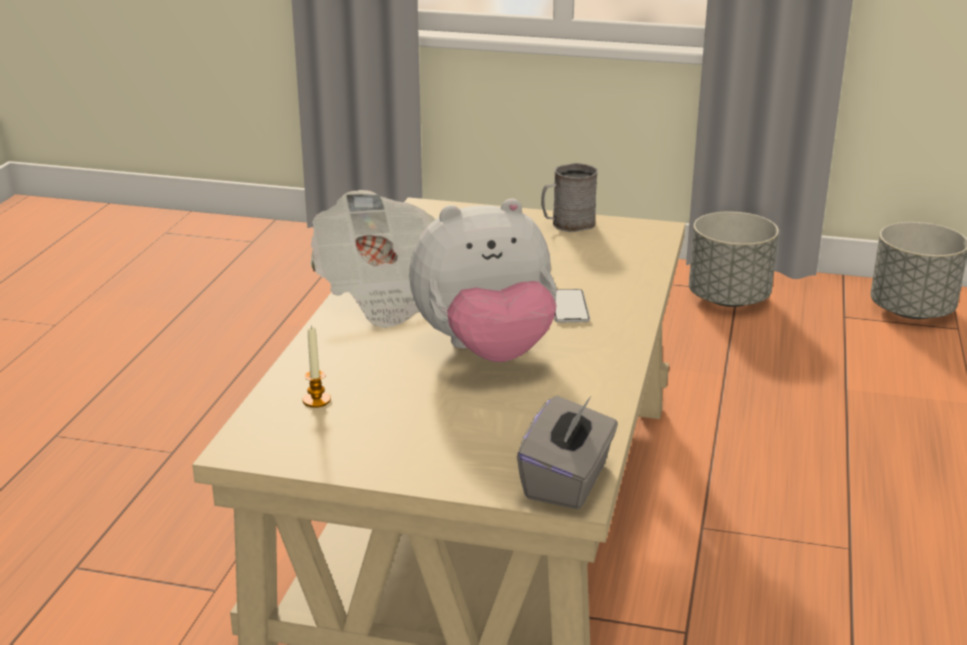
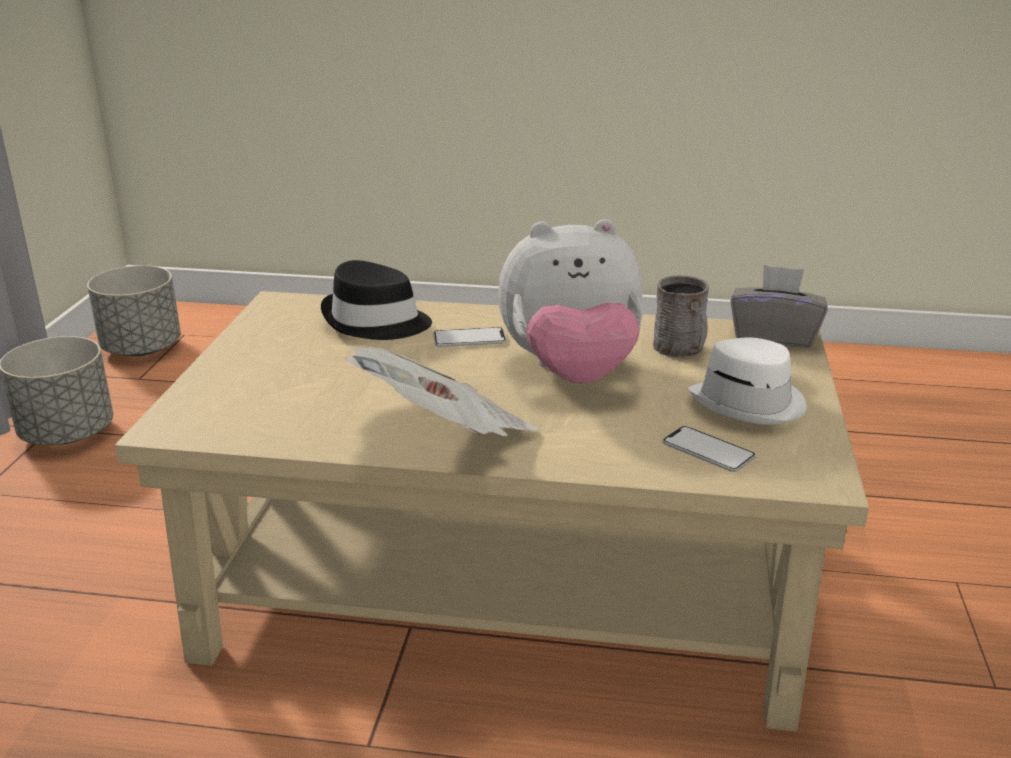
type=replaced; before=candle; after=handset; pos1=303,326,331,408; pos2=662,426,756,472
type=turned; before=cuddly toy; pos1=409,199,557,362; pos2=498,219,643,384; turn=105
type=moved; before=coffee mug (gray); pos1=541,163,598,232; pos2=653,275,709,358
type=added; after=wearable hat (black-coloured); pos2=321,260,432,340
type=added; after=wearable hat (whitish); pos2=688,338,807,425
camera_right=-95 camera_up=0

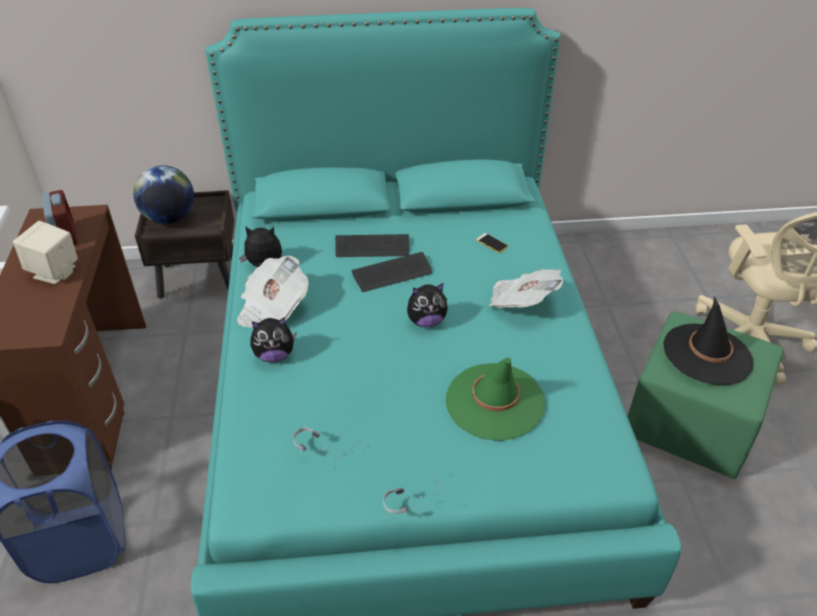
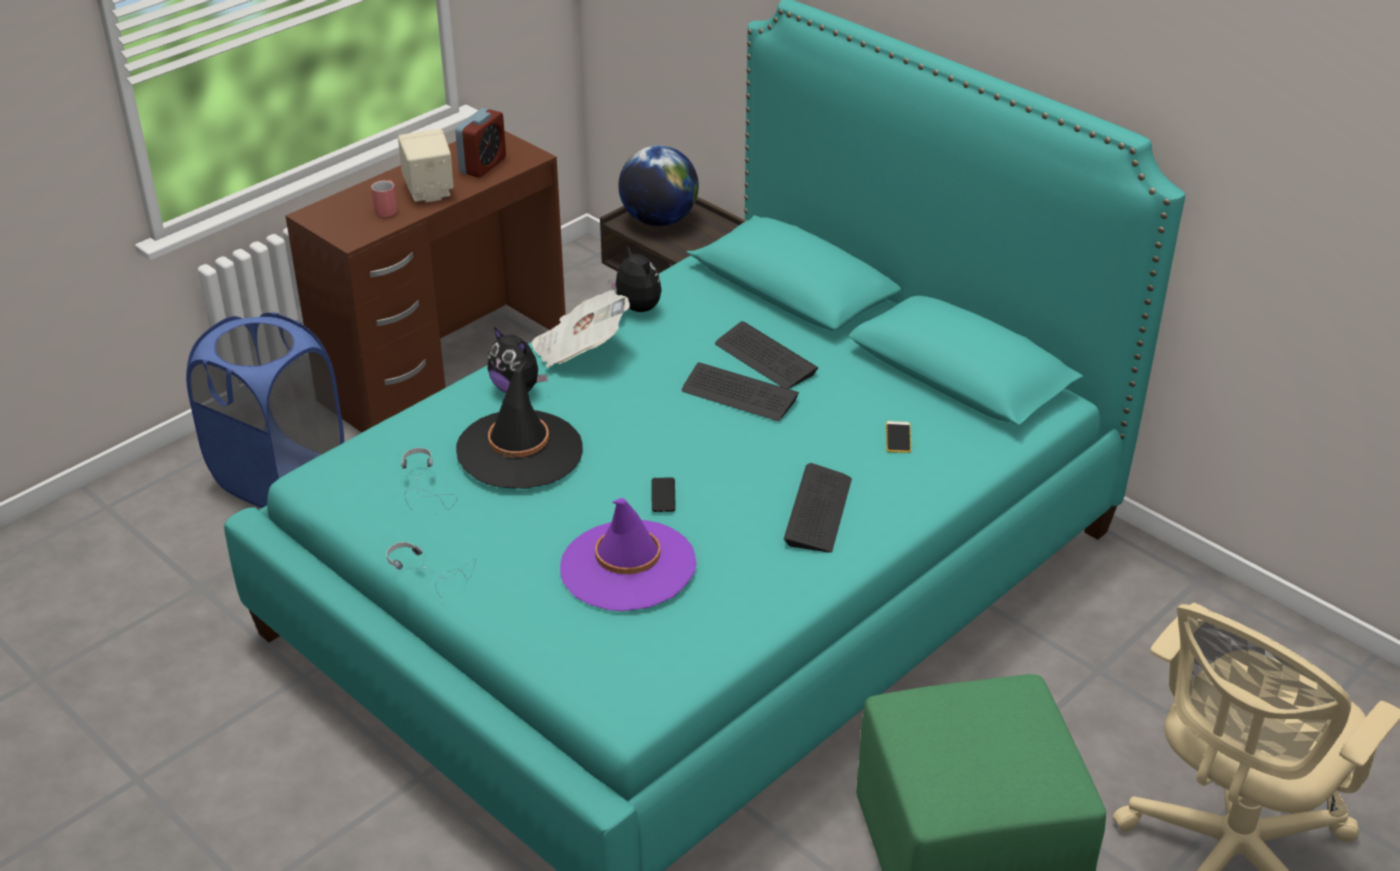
type=removed; before=cuddly toy; pos1=407,283,448,327
type=recoloured; before=wearable hat (green-coloured); after=wearable hat (purple-coloured); pos1=446,357,545,441; pos2=560,498,696,611
type=replaced; before=newspaper; after=computer keyboard; pos1=489,269,563,308; pos2=784,463,852,553
type=moved; before=wearable hat (black-coloured); pos1=663,296,753,385; pos2=456,361,583,489
type=added; after=coffee mug (red-coloured); pos2=371,180,397,217
type=added; after=handset; pos2=651,478,676,512
camera_right=50 camera_up=-5

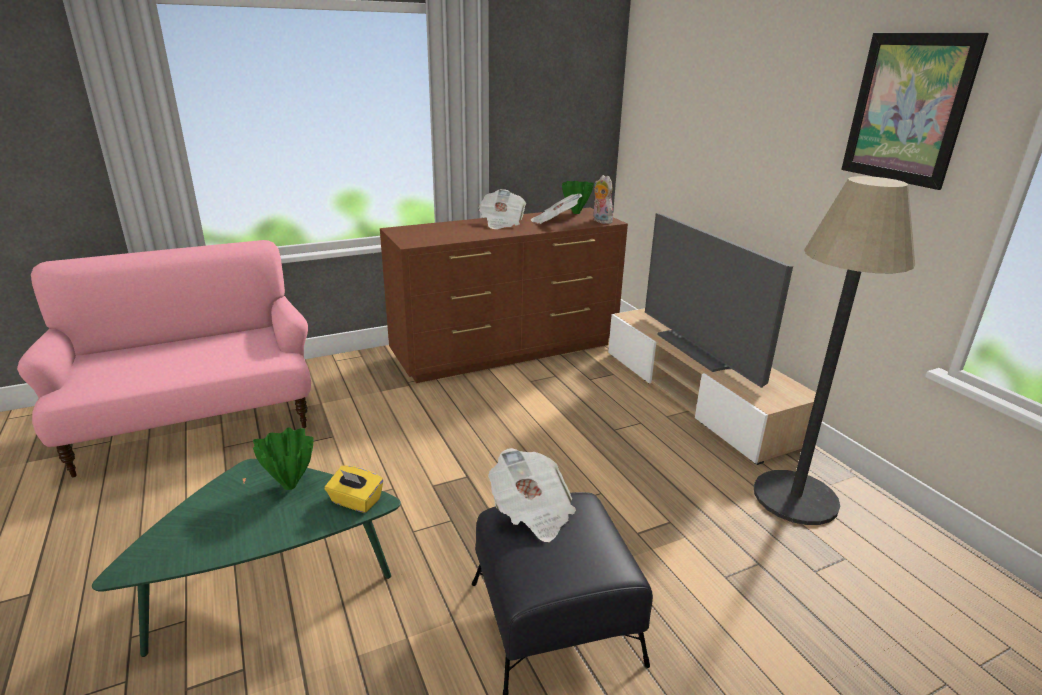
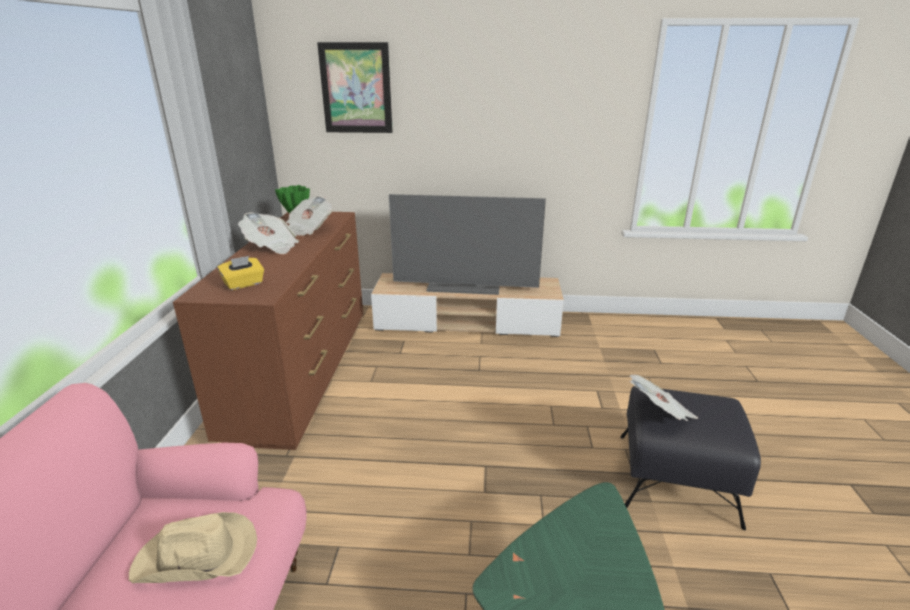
type=removed; before=decorative vase (green-coloured); pos1=253,427,313,490
type=moved; before=tissue box (yellow); pos1=325,465,383,513; pos2=217,256,264,290
type=removed; before=cuddly toy; pos1=594,175,615,224
type=removed; before=standard lamp; pos1=754,176,915,525
type=moved; before=wall picture; pos1=841,33,989,190; pos2=317,42,393,133
type=added; after=wearable hat (beige); pos2=129,512,257,583
camera_right=-60 camera_up=0

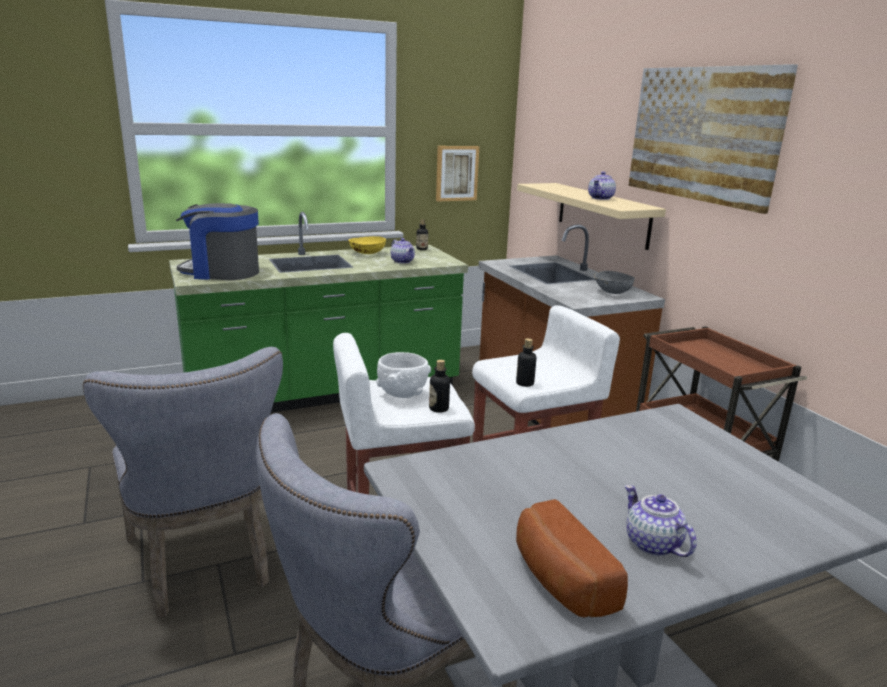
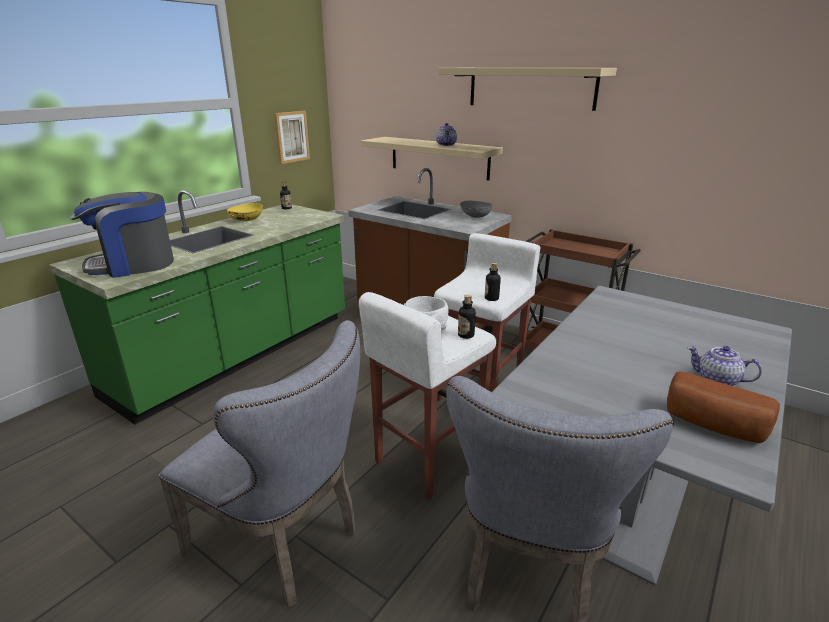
type=removed; before=pot for tea; pos1=390,238,415,264
type=replaced; before=wall picture; after=shelf (beige); pos1=628,64,798,214; pos2=438,68,617,111
camera_right=-30 camera_up=5

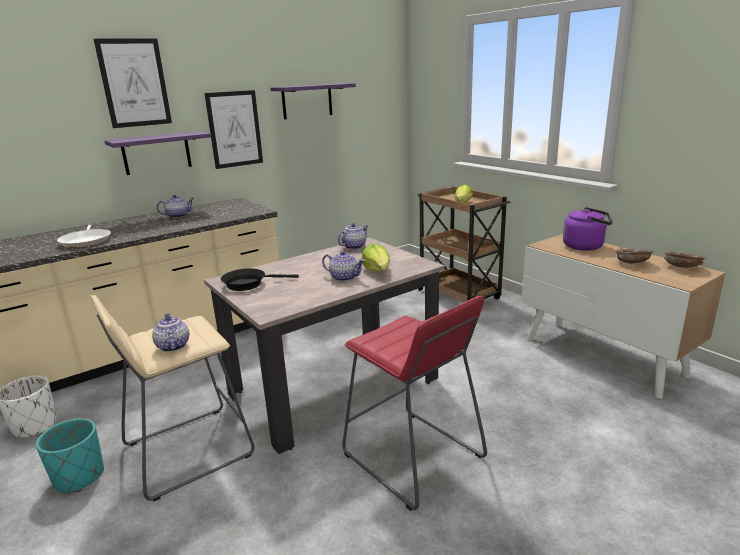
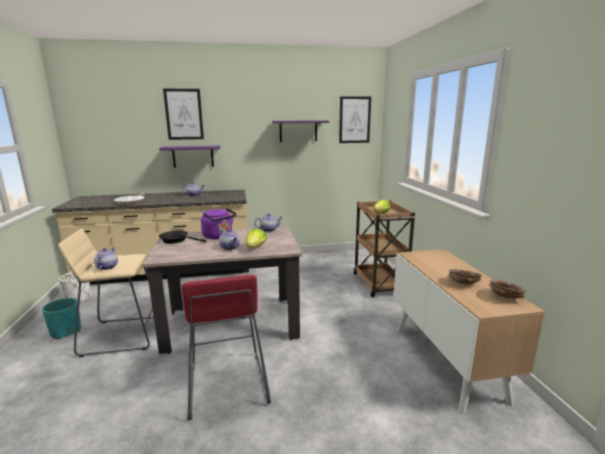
type=moved; before=wall picture; pos1=204,90,263,169; pos2=339,96,371,143
type=moved; before=water kettle (purple-coloured); pos1=563,207,613,250; pos2=201,208,237,239
camera_right=25 camera_up=-5

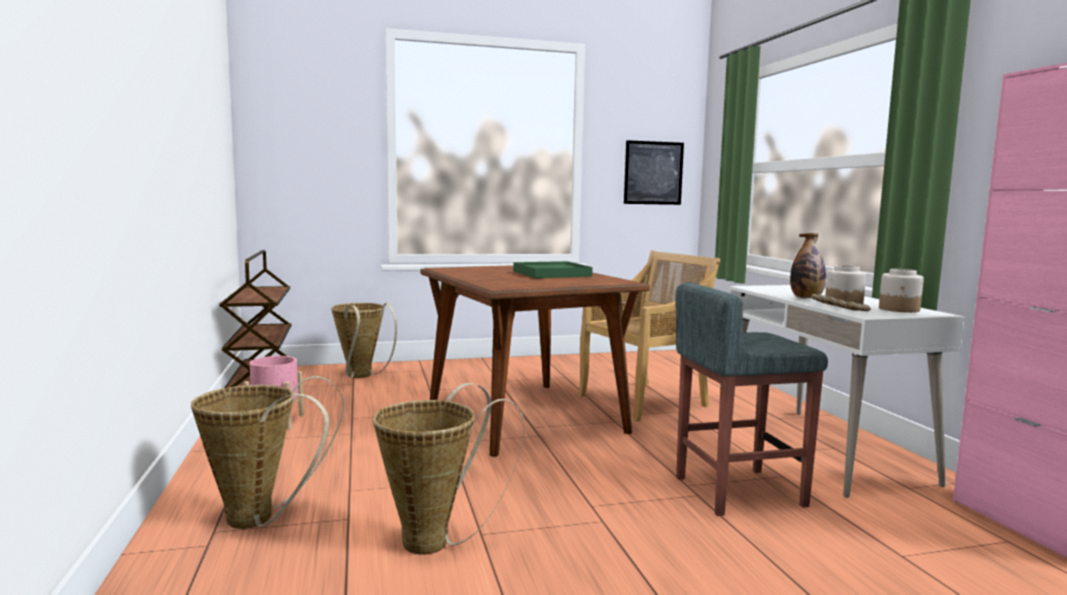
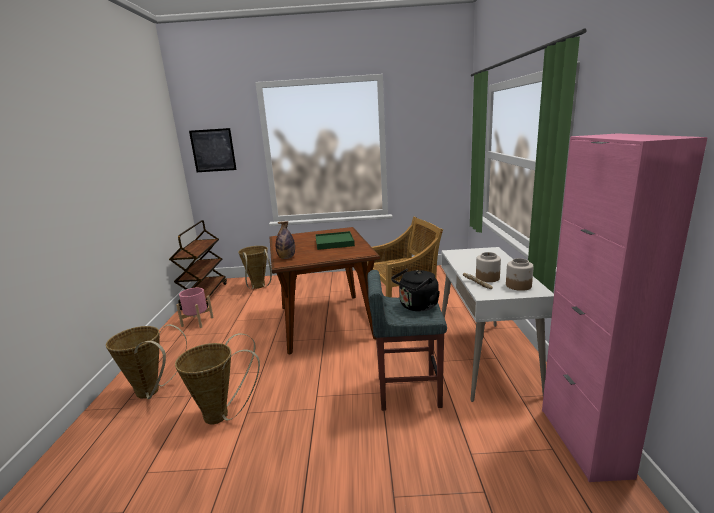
type=moved; before=wall picture; pos1=624,140,684,205; pos2=189,128,237,172
type=moved; before=drink bottle; pos1=790,233,826,298; pos2=276,221,295,259
type=added; after=water kettle (black-coloured); pos2=391,269,440,311
camera_right=15 camera_up=10

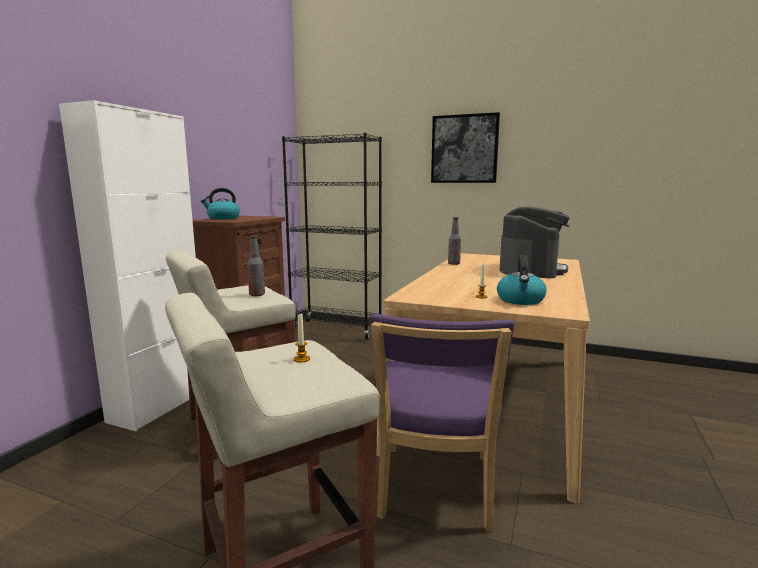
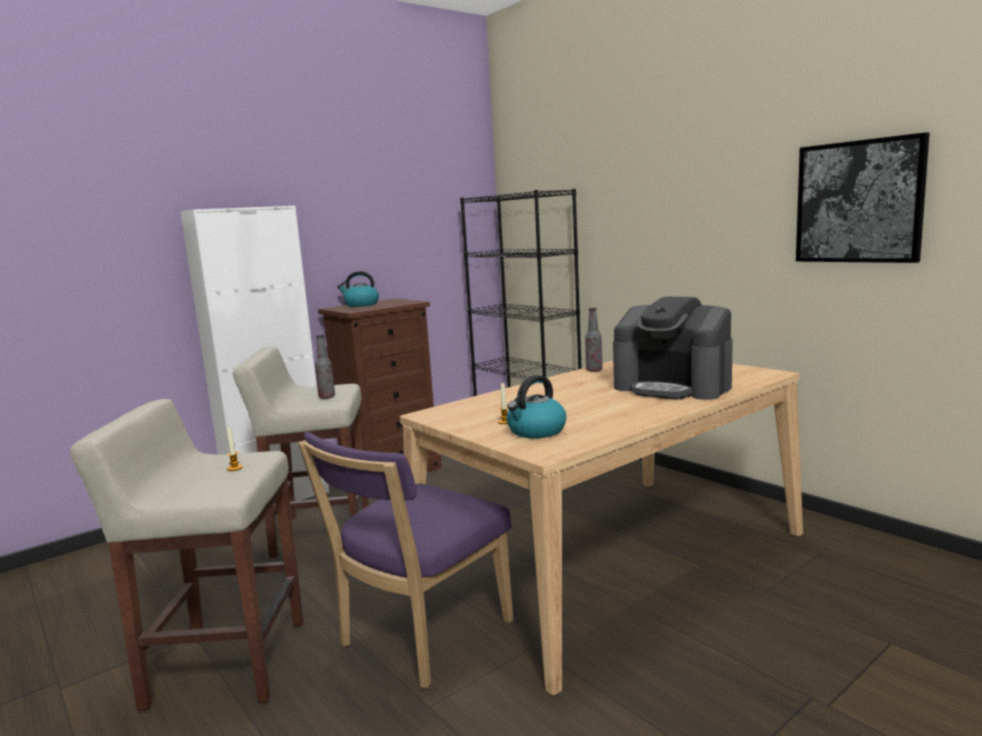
type=moved; before=wall picture; pos1=431,112,500,183; pos2=796,132,930,263
type=turned; before=coffee machine; pos1=500,206,570,278; pos2=613,296,733,400; turn=75
camera_right=30 camera_up=0

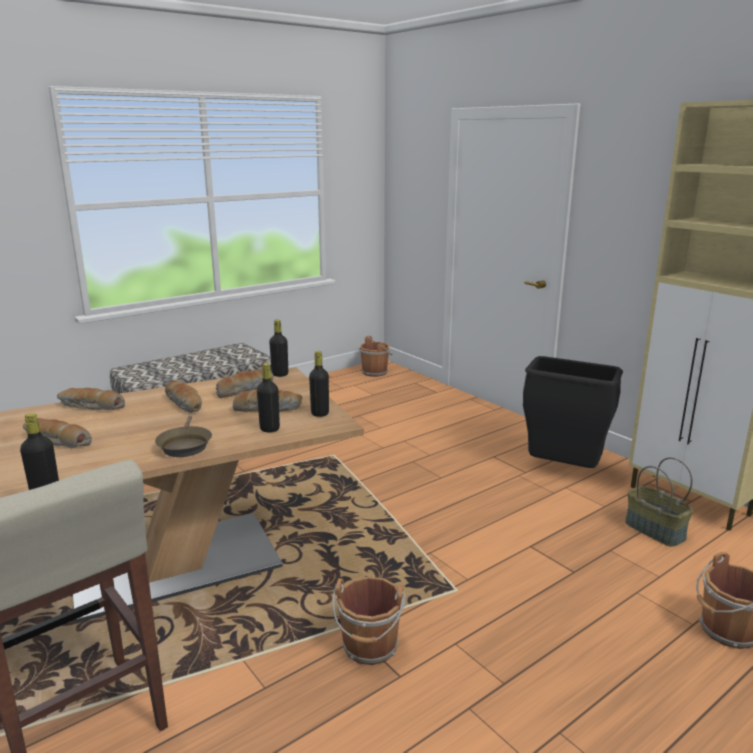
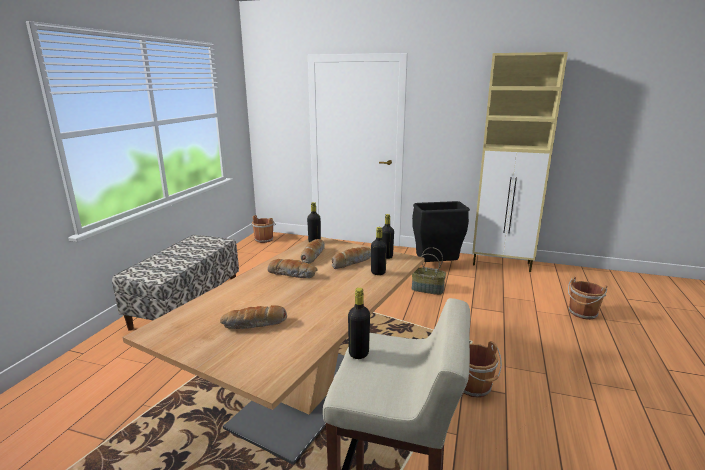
type=removed; before=baked bread; pos1=57,388,125,410
type=removed; before=frying pan (brown); pos1=155,416,212,457
type=moved; before=storage basket; pos1=625,457,693,547; pos2=411,247,446,295
camera_right=-35 camera_up=0

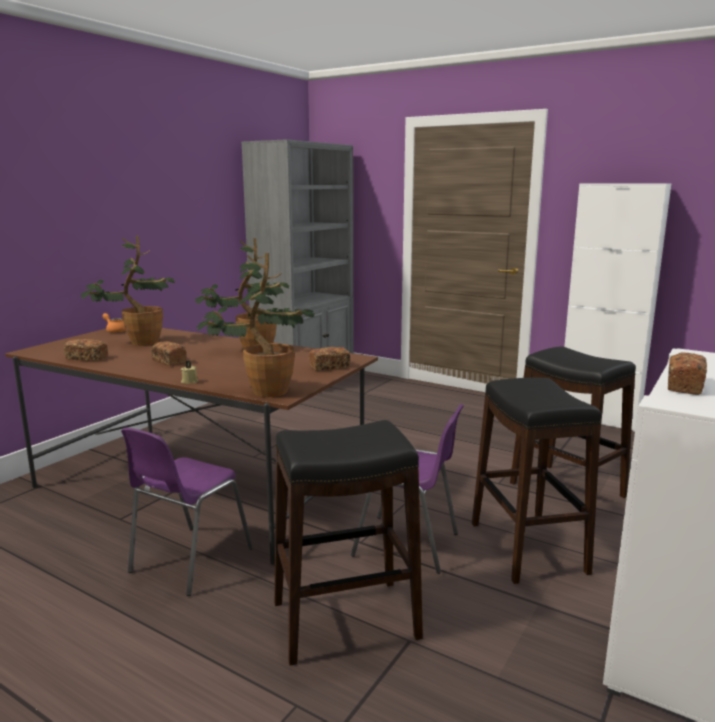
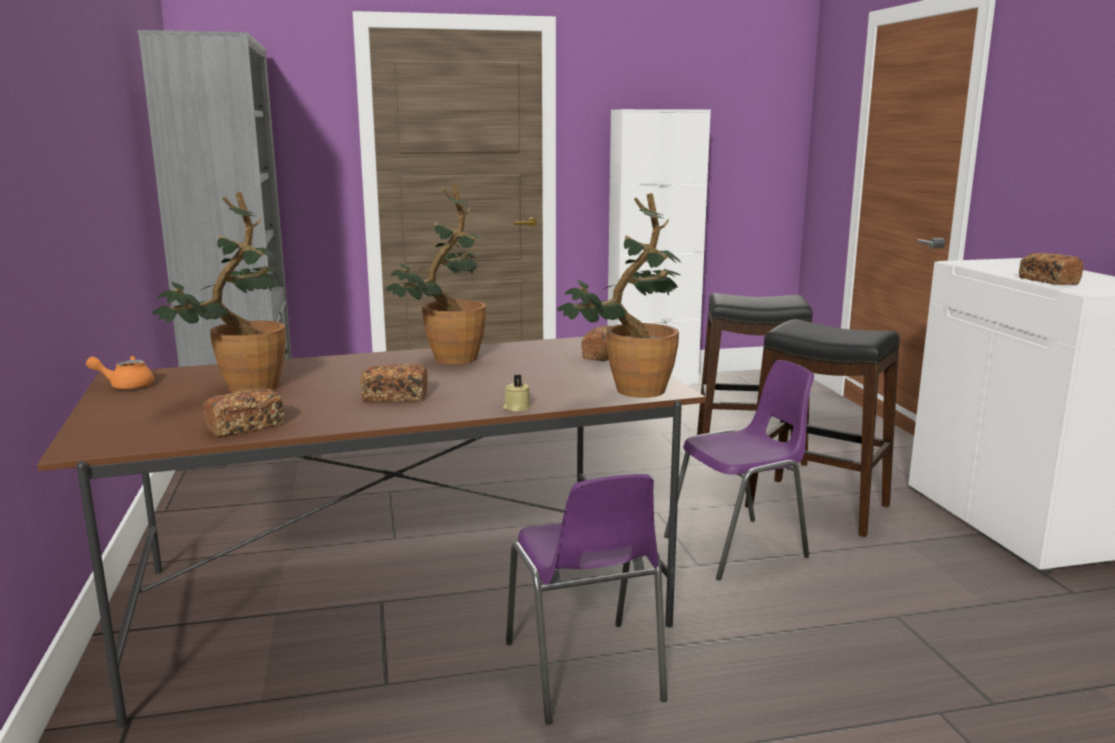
type=removed; before=stool (black-coloured); pos1=274,420,423,666
camera_right=-45 camera_up=0

